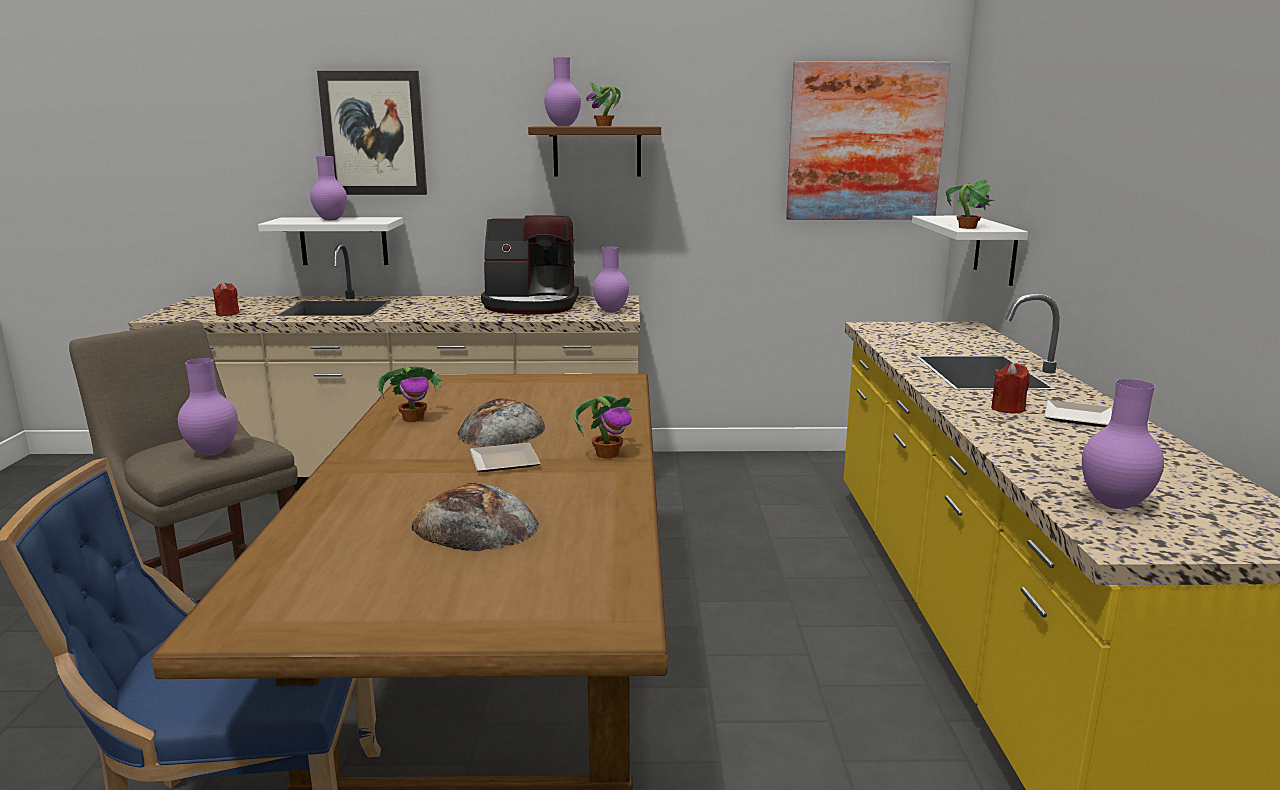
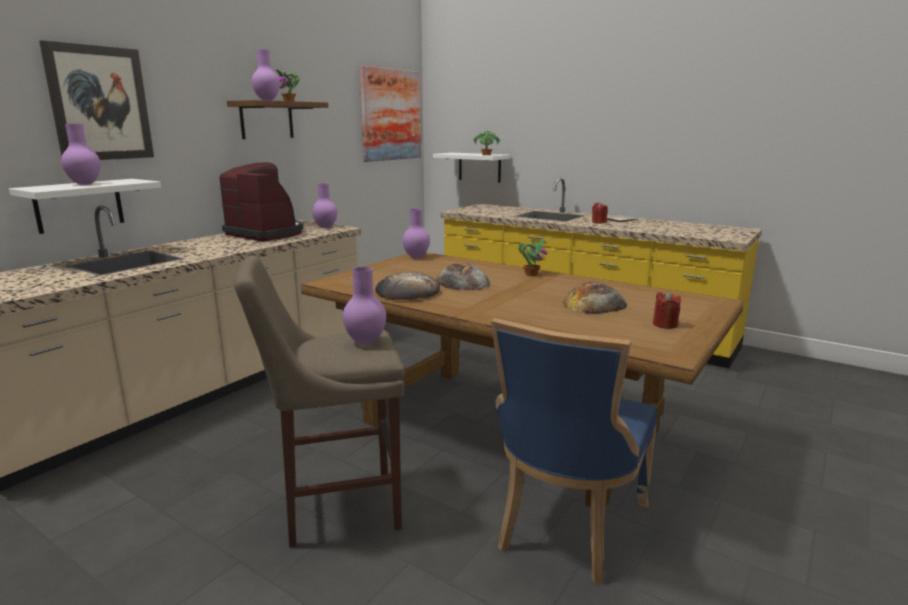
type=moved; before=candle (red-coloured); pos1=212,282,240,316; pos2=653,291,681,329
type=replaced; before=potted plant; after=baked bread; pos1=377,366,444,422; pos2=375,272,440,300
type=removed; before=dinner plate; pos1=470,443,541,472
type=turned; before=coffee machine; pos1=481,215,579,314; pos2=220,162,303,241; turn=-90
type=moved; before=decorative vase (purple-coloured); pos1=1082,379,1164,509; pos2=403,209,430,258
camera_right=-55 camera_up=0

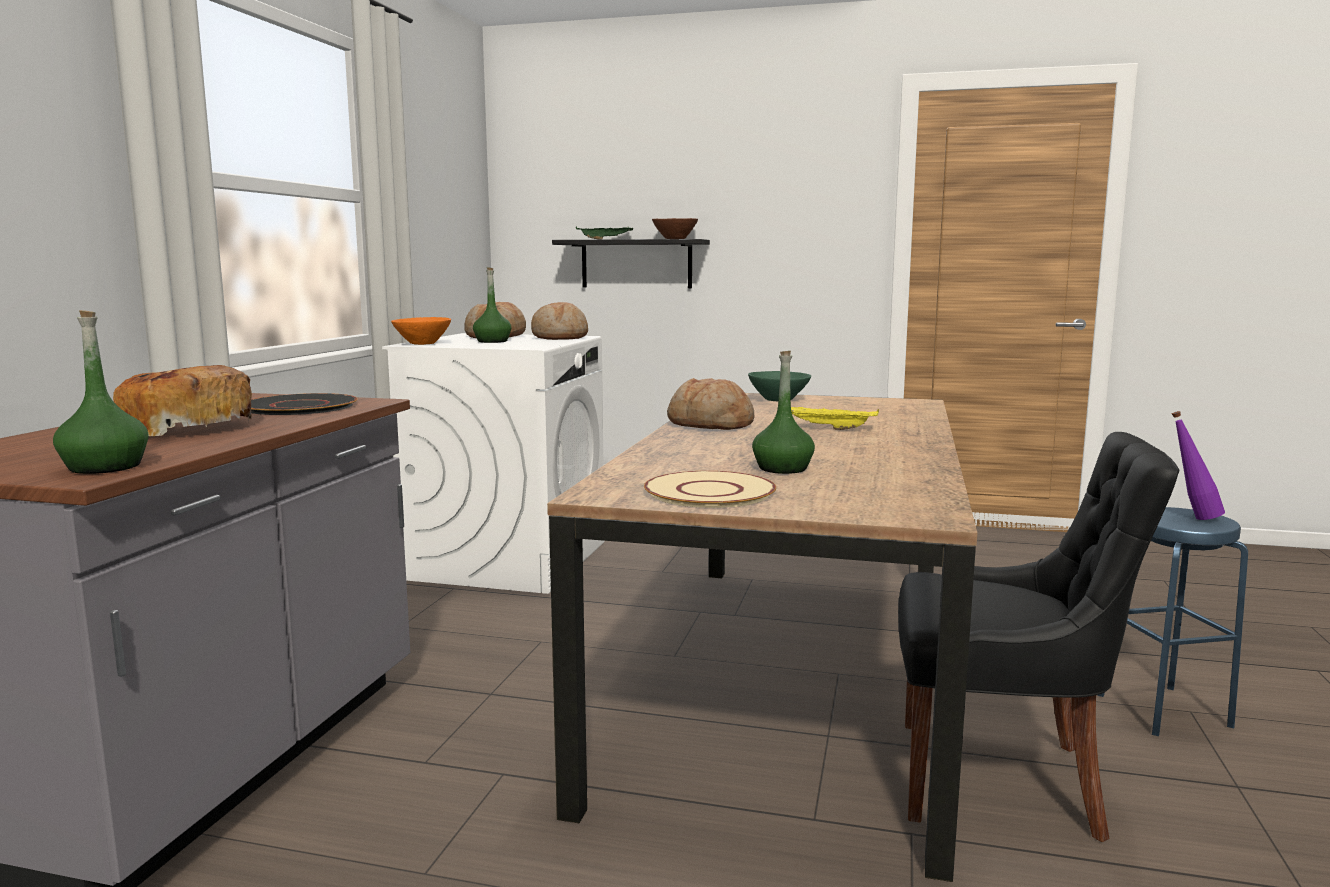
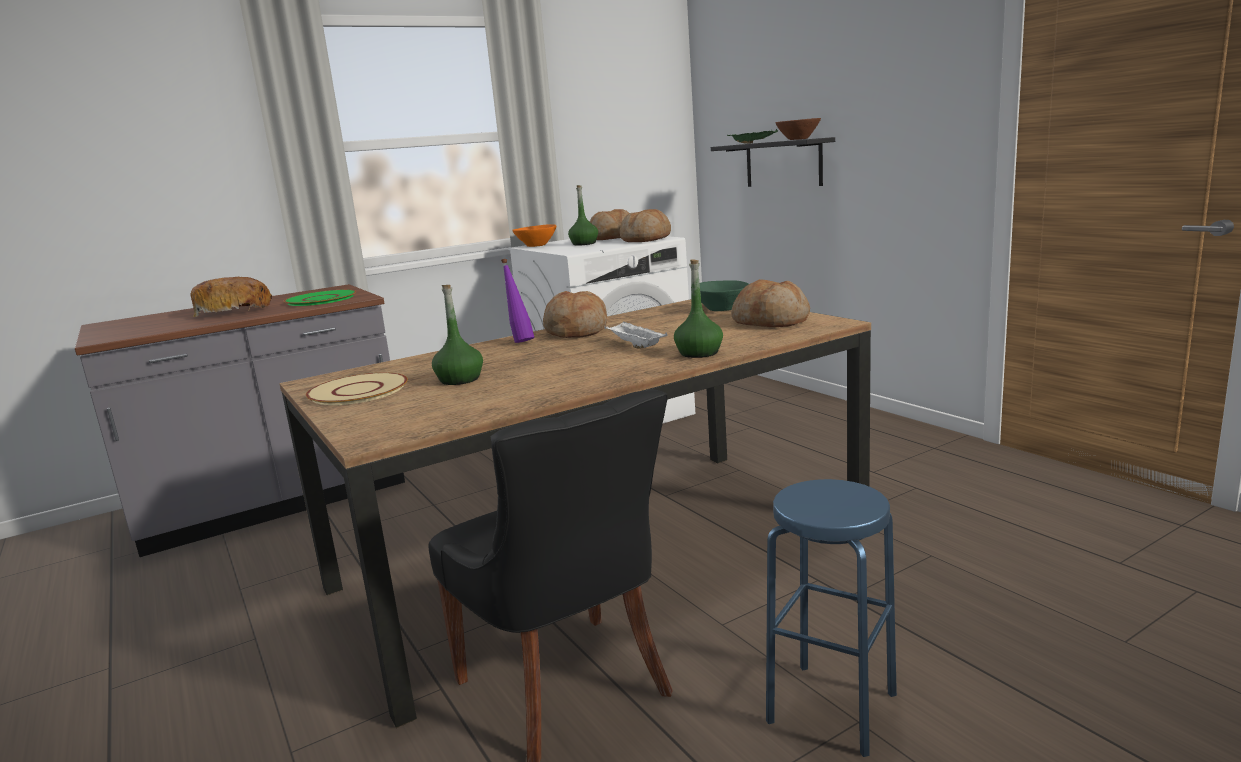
type=moved; before=drink bottle (green-coloured); pos1=53,310,149,474; pos2=674,259,723,358
type=recoloured; before=dinner plate (black-coloured); after=dinner plate (green-coloured); pos1=251,393,358,415; pos2=284,290,356,306
type=recoloured; before=tray (yellow); after=tray (whitish); pos1=791,407,879,430; pos2=604,321,668,348
type=moved; before=drink bottle (purple-coloured); pos1=1172,411,1225,520; pos2=501,259,535,343
type=added; after=baked bread; pos2=732,279,810,327
camera_right=45 camera_up=5

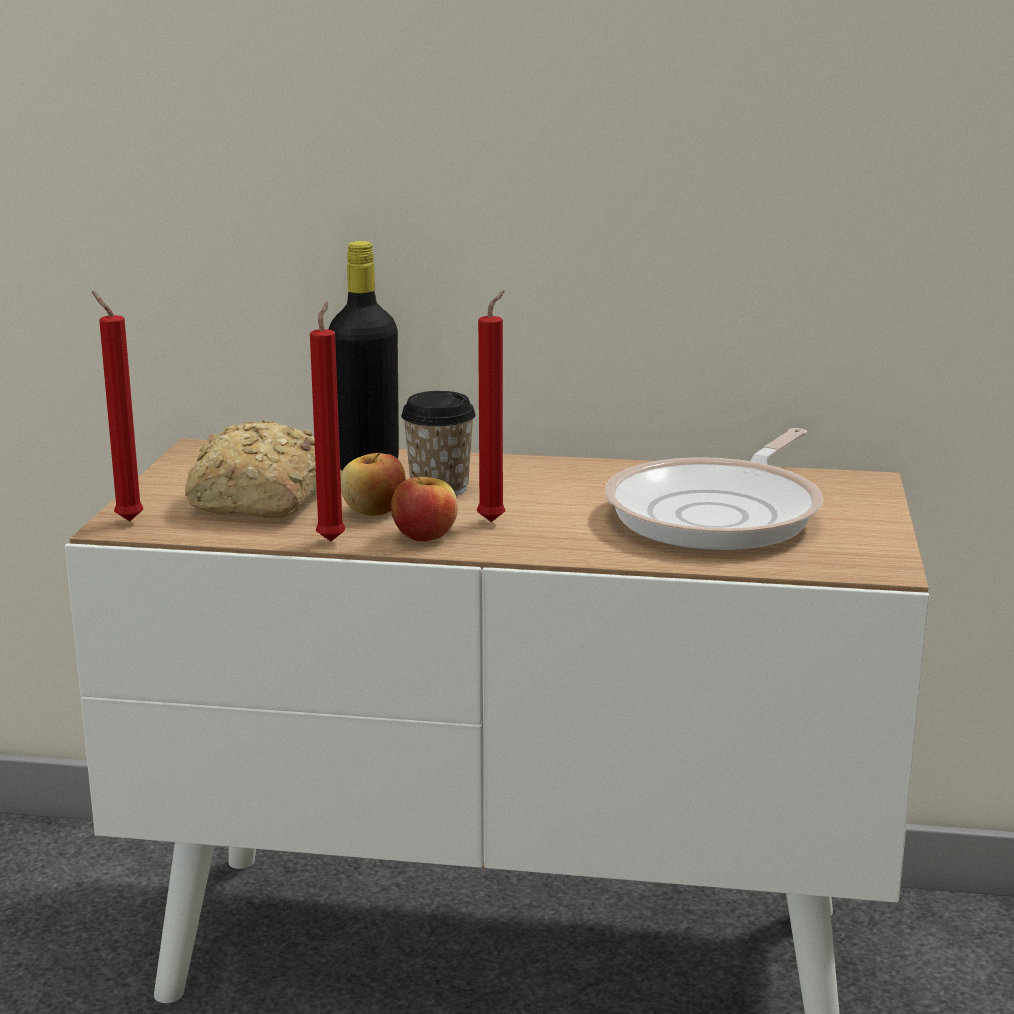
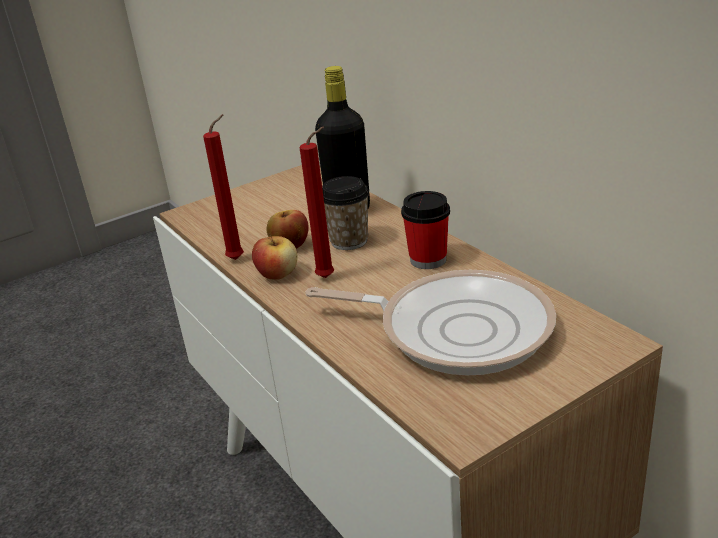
type=removed; before=candle (red-coloured); pos1=92,291,143,521
type=removed; before=baked bread; pos1=185,420,317,518
type=turned; before=frying pan; pos1=605,428,823,550; pos2=305,270,556,375; turn=-150
type=added; after=small cup; pos2=401,191,450,269
camera_right=50 camera_up=10

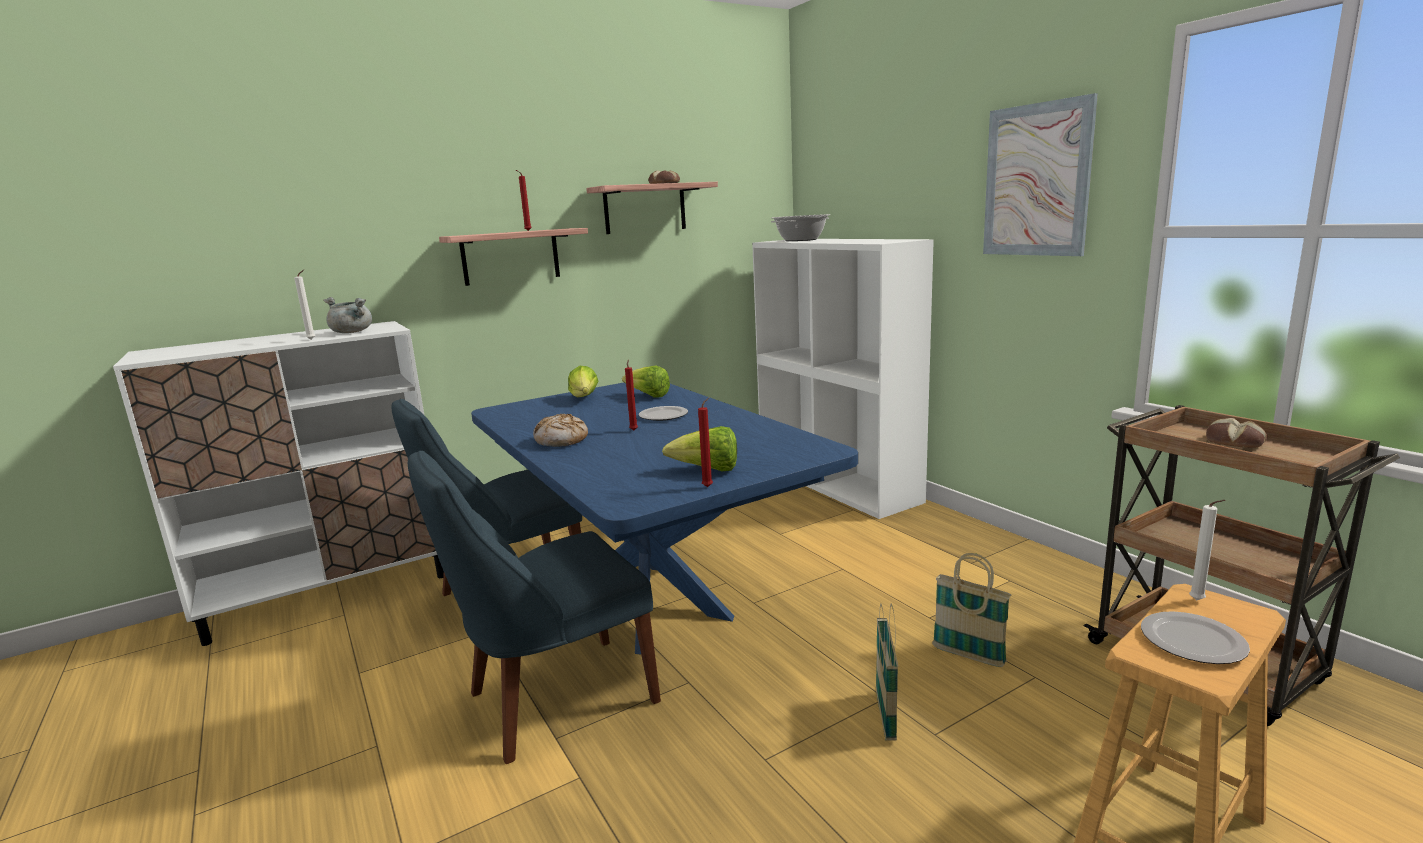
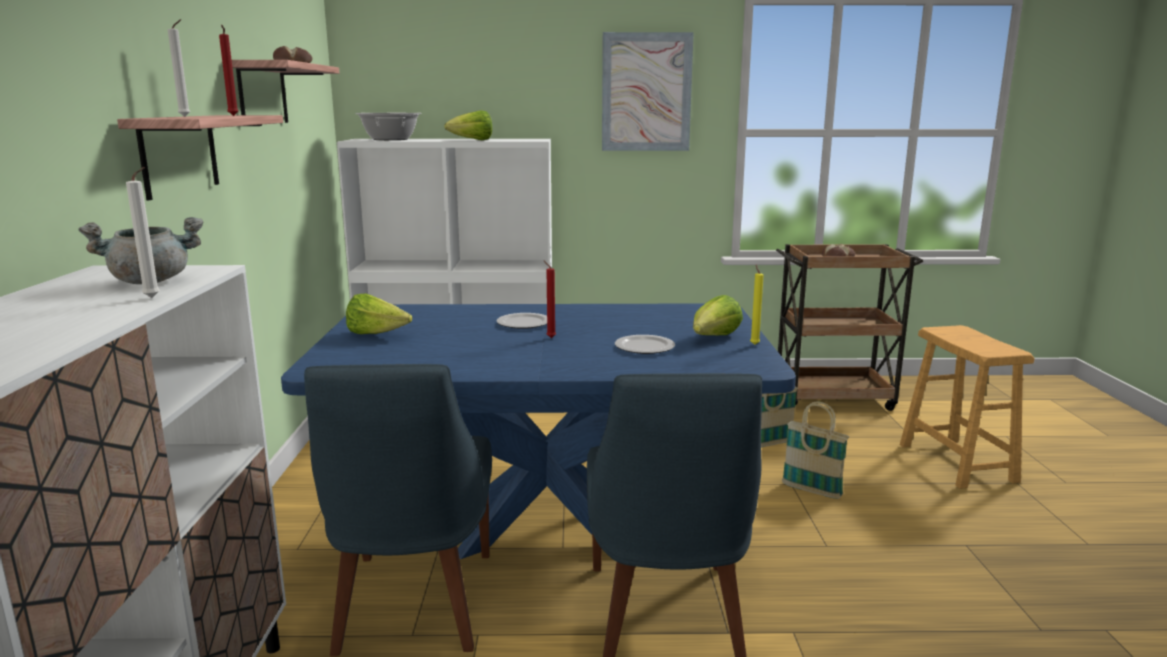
type=removed; before=baked bread; pos1=533,414,588,447
type=moved; before=head of lettuce; pos1=622,365,670,398; pos2=444,110,492,140
type=recoloured; before=candle (red-coloured); after=candle (yellow); pos1=698,397,713,487; pos2=750,265,764,345
type=moved; before=dinner plate; pos1=1141,611,1250,664; pos2=615,335,675,354
type=moved; before=candle (whitish); pos1=1189,500,1225,600; pos2=168,19,190,117
camera_right=-60 camera_up=0

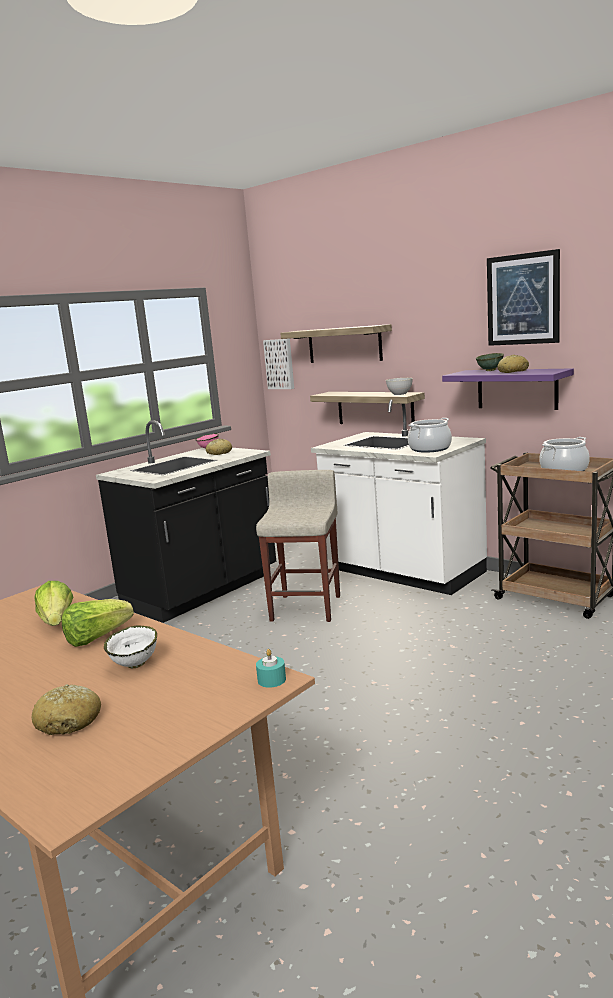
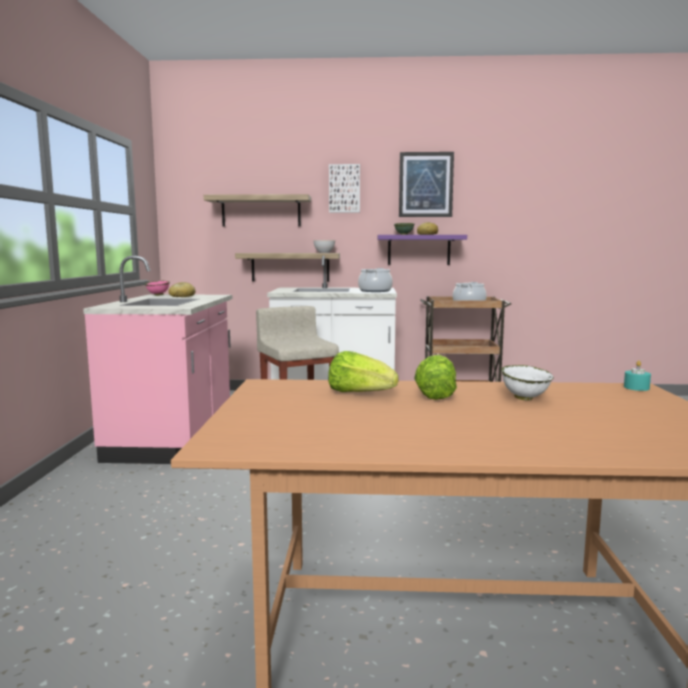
type=removed; before=baked bread; pos1=32,684,101,735
type=recoloured; before=counter (black-coloured); after=counter (pink-coloured); pos1=96,420,276,623; pos2=83,256,232,464
type=moved; before=wall picture; pos1=263,339,294,389; pos2=329,164,360,213
camera_right=-40 camera_up=-5

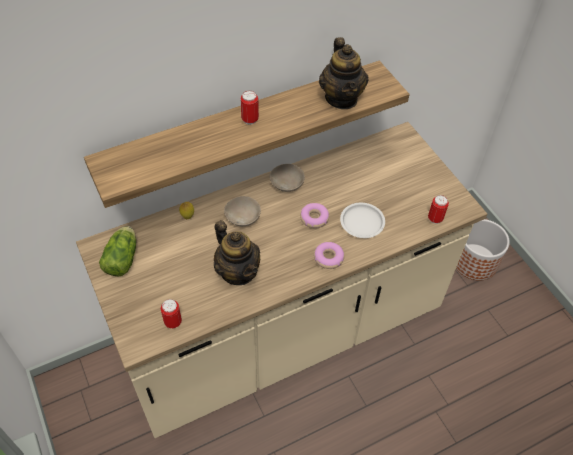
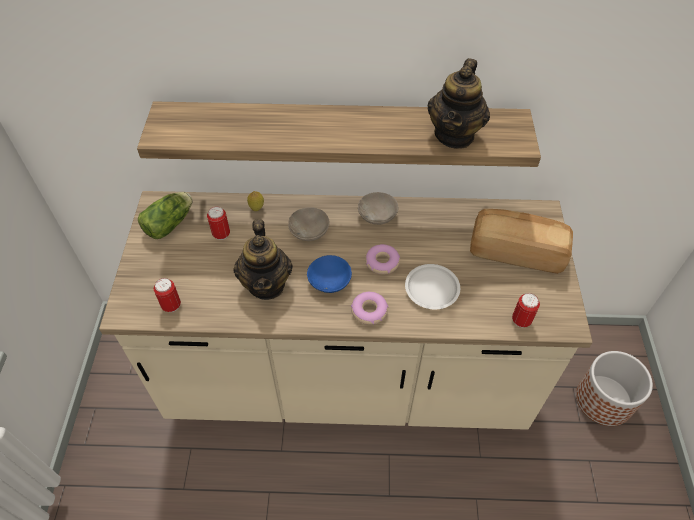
type=moved; before=metal can; pos1=241,91,259,125; pos2=207,206,230,240
type=added; after=bowl (blue); pos2=307,255,352,293
type=added; after=baked bread; pos2=470,209,573,274
camera_right=30 camera_up=0

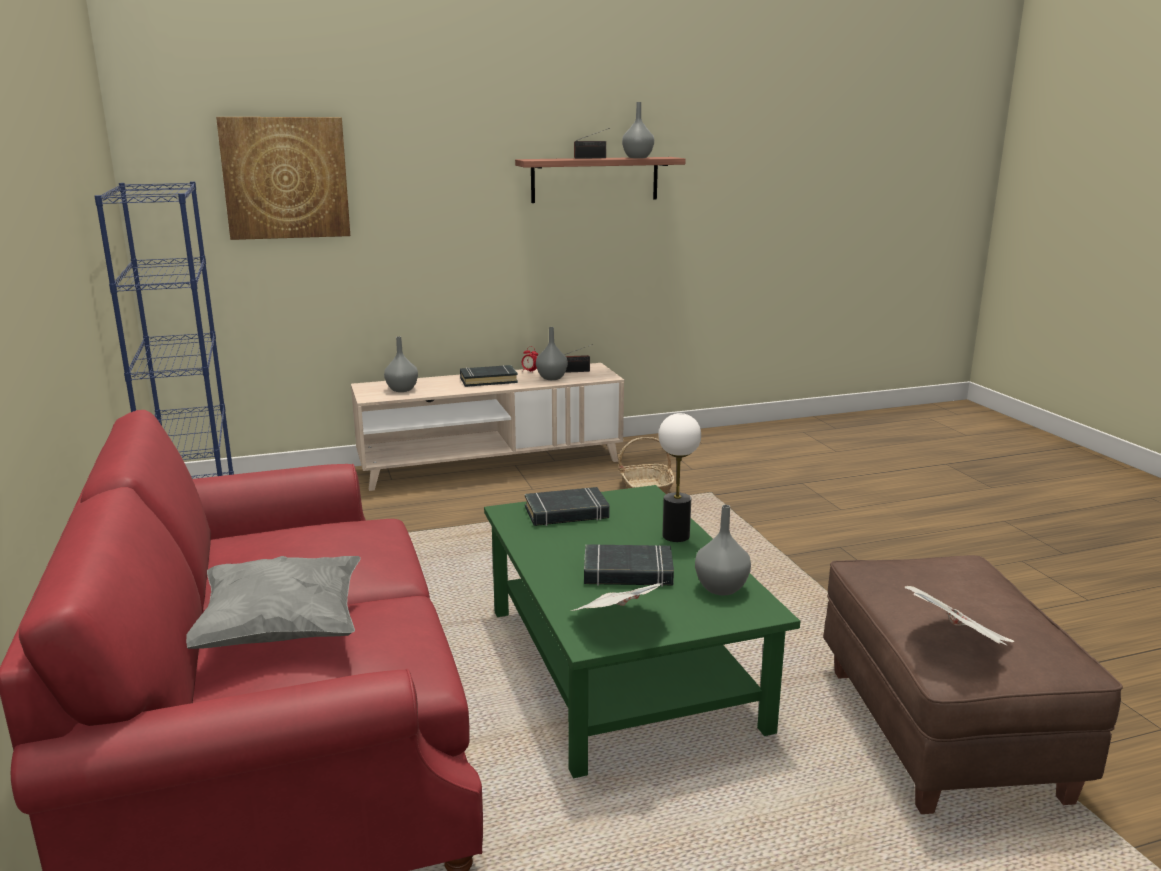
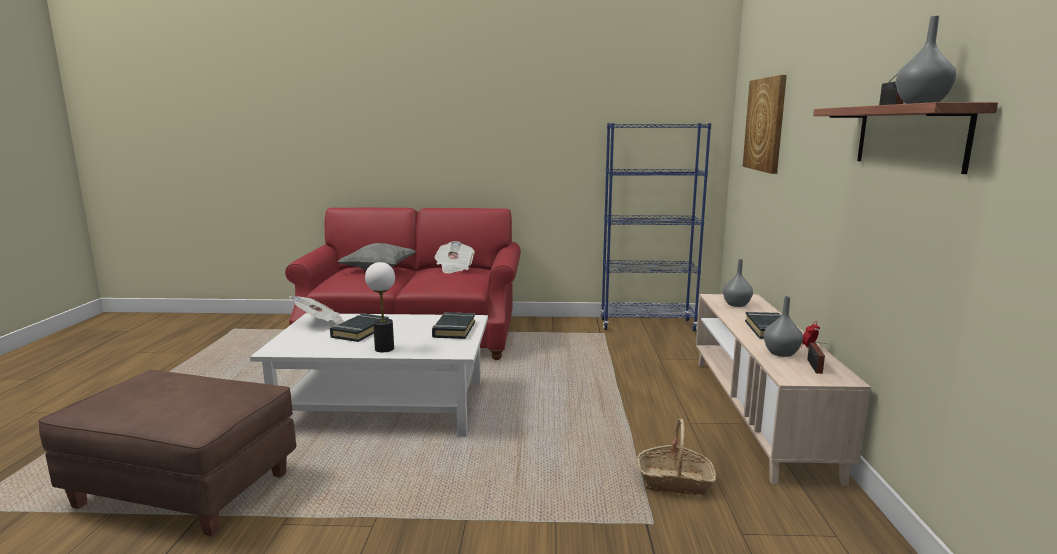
type=recoloured; before=low table (green-coloured); after=low table (whitish); pos1=484,485,800,778; pos2=250,313,488,437
type=removed; before=decorative vase (gray); pos1=695,505,751,595
type=moved; before=newspaper; pos1=905,586,1015,646; pos2=434,241,475,273
camera_right=110 camera_up=-5

